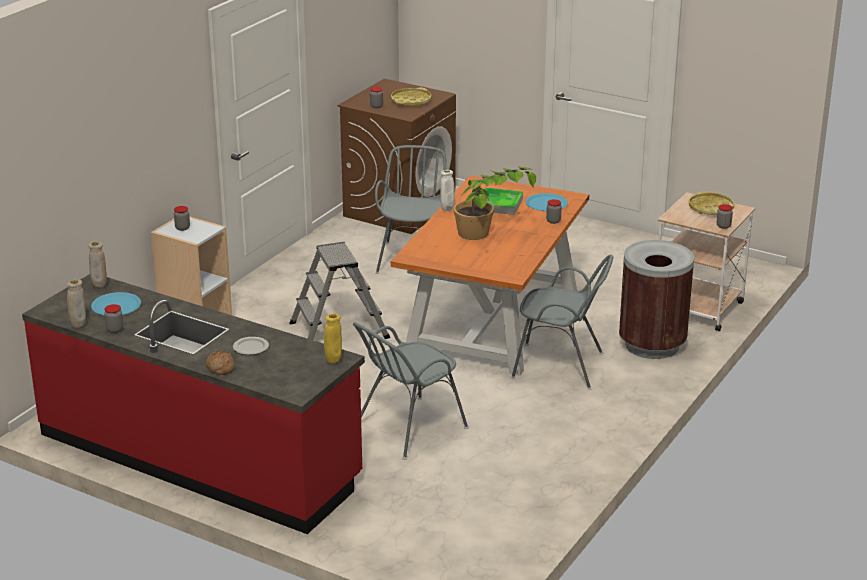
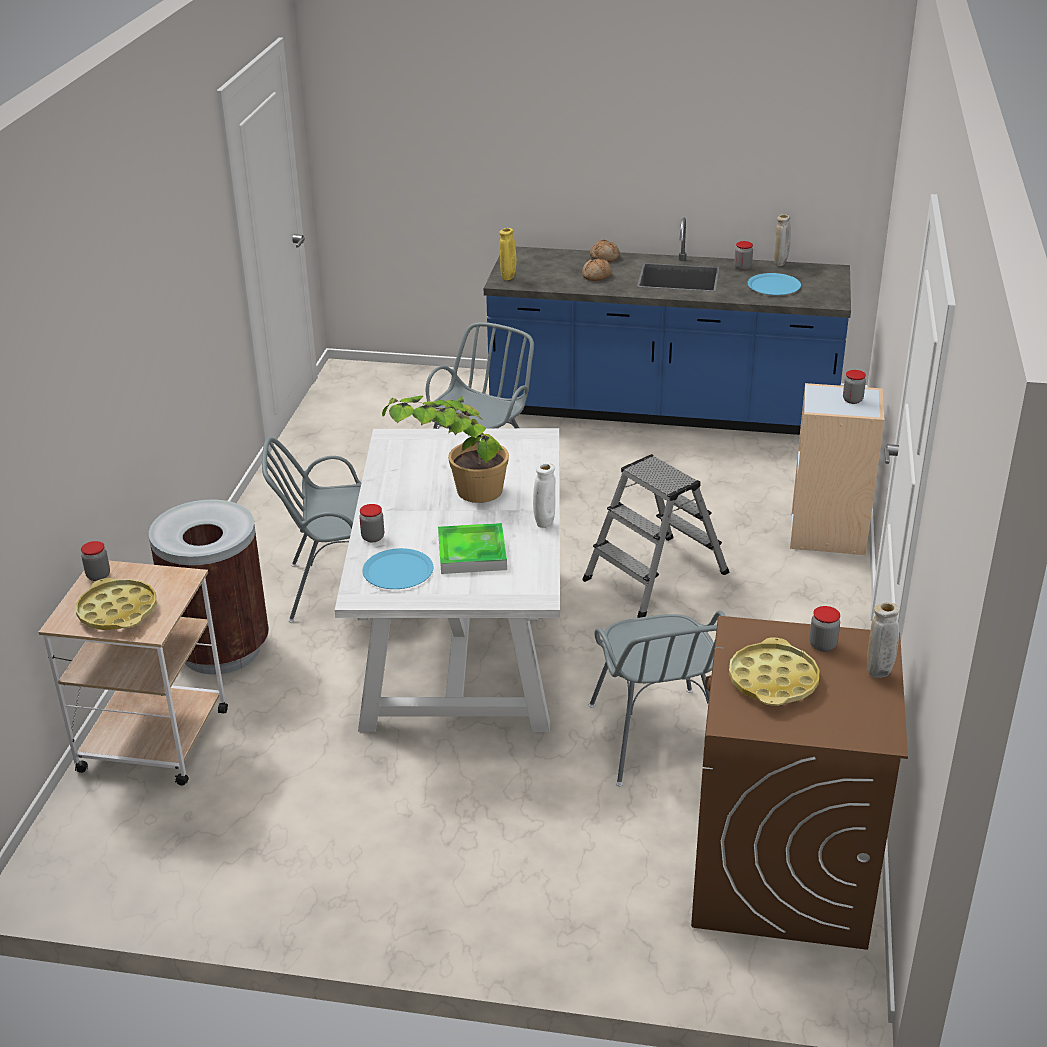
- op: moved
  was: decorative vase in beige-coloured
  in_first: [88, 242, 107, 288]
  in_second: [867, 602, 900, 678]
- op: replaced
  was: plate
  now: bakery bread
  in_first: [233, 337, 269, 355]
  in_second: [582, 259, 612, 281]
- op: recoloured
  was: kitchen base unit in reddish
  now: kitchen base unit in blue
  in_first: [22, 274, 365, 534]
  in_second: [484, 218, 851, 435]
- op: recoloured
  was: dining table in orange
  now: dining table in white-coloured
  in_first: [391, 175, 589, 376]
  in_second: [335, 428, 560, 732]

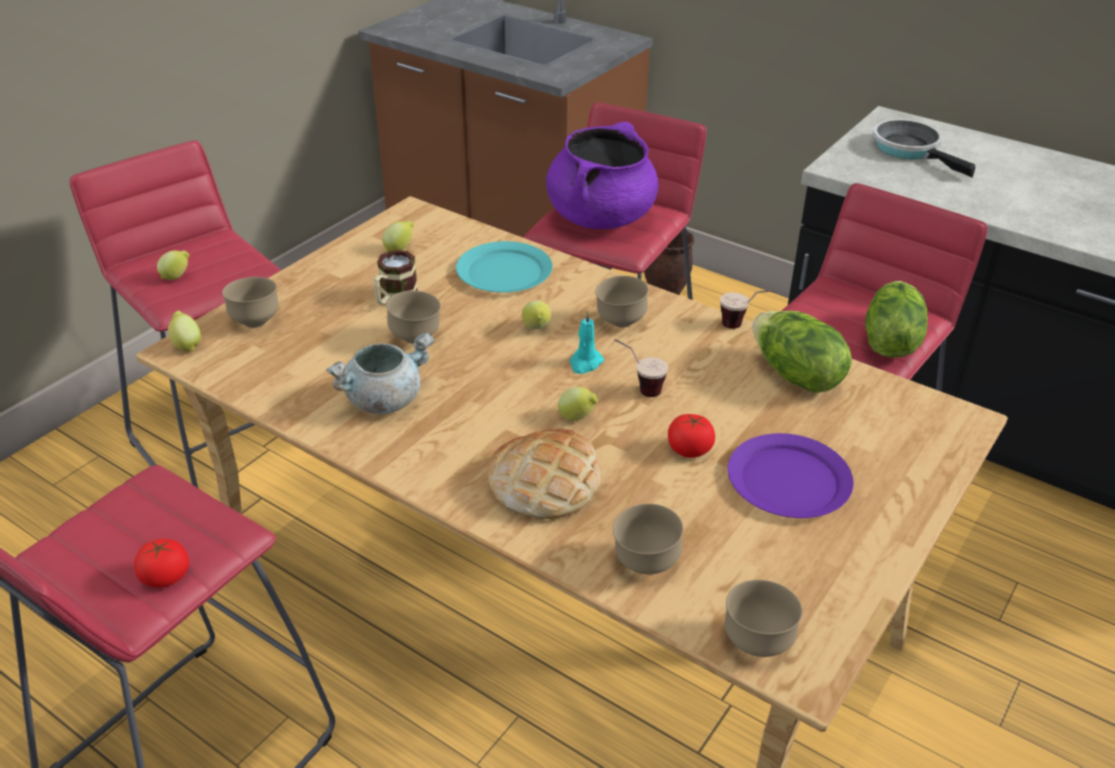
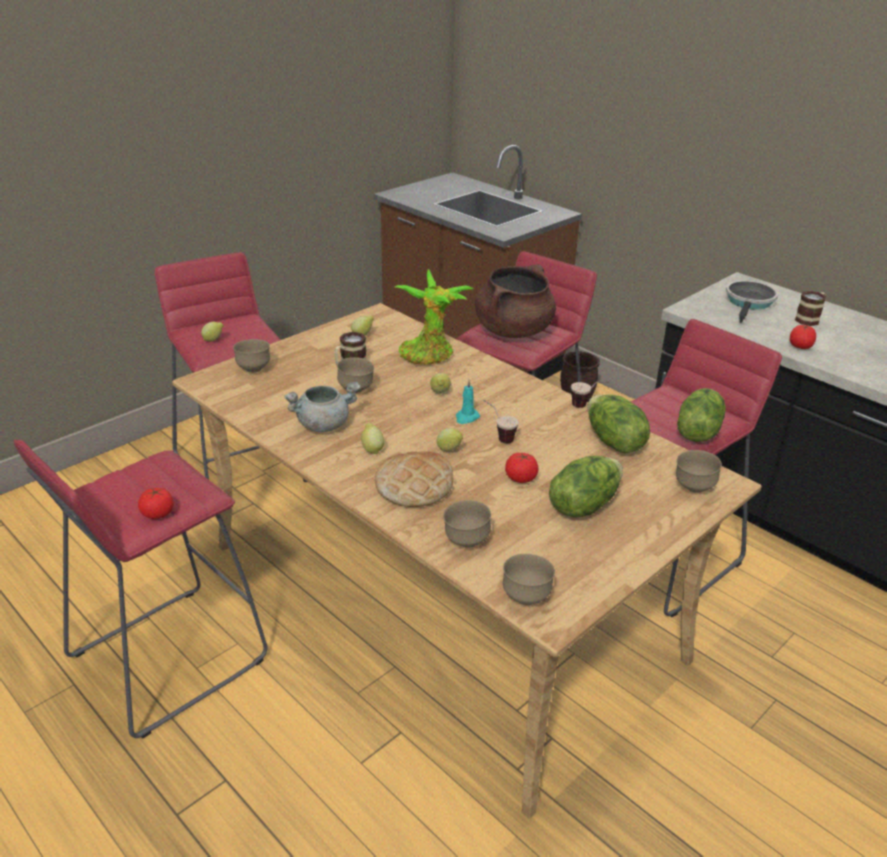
- op: added
  now: fresh tomato
  in_second: [790, 325, 816, 349]
- op: added
  now: tea mug
  in_second: [795, 291, 826, 326]
- op: moved
  was: citrus fruit
  in_first: [168, 311, 201, 351]
  in_second: [361, 423, 384, 454]
- op: moved
  was: deep dish in brown-coloured
  in_first: [595, 276, 648, 328]
  in_second: [676, 450, 722, 493]
- op: replaced
  was: plate in turquoise
  now: potted plant
  in_first: [456, 241, 553, 292]
  in_second: [395, 269, 474, 365]
- op: replaced
  was: plate in purple-coloured
  now: lettuce
  in_first: [728, 433, 854, 518]
  in_second: [549, 456, 623, 518]
- op: recoloured
  was: stockpot in purple-coloured
  now: stockpot in brown-coloured
  in_first: [546, 122, 659, 229]
  in_second: [475, 265, 556, 338]
- op: turned
  was: frying pan
  in_first: [873, 119, 976, 178]
  in_second: [726, 280, 778, 323]
  clockwise: 45

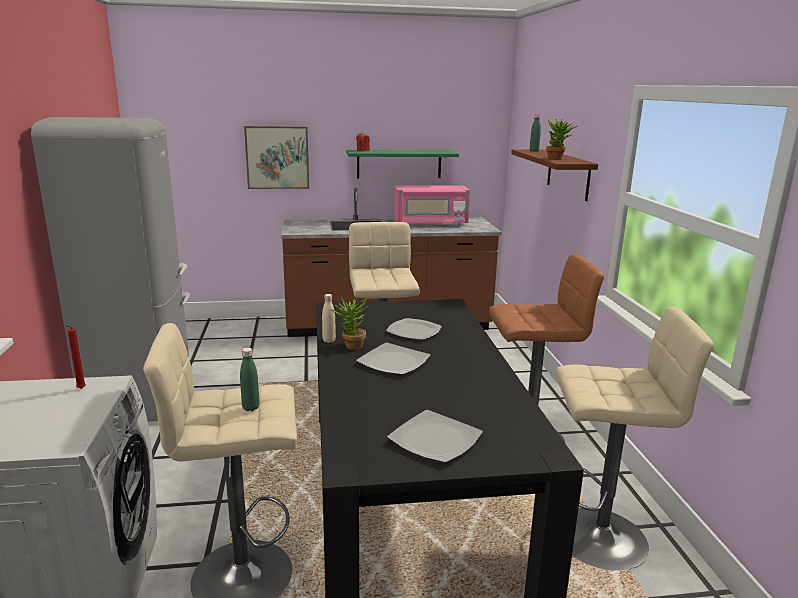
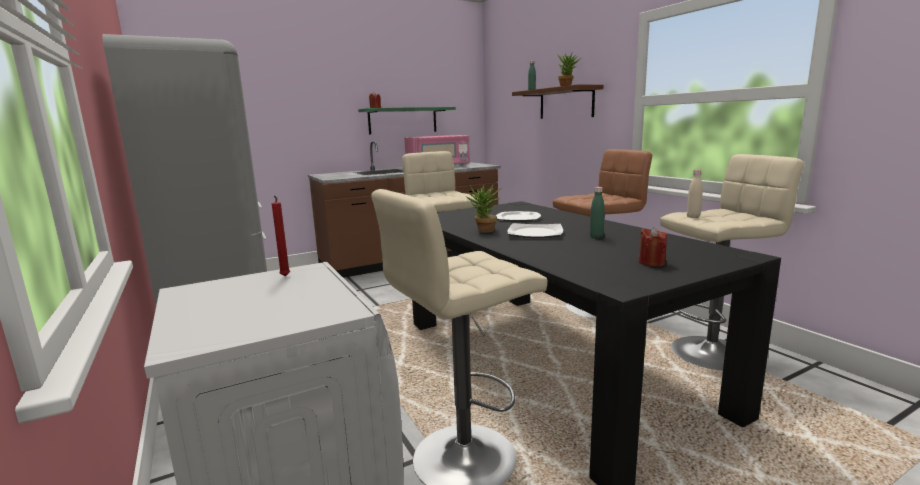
- op: removed
  was: wall art
  in_first: [244, 126, 309, 189]
- op: moved
  was: bottle in greenish
  in_first: [240, 348, 260, 411]
  in_second: [590, 187, 605, 238]
- op: moved
  was: bottle in beige-coloured
  in_first: [322, 294, 336, 343]
  in_second: [687, 170, 703, 218]
- op: replaced
  was: plate
  now: candle in reddish
  in_first: [387, 410, 483, 463]
  in_second: [638, 227, 667, 267]

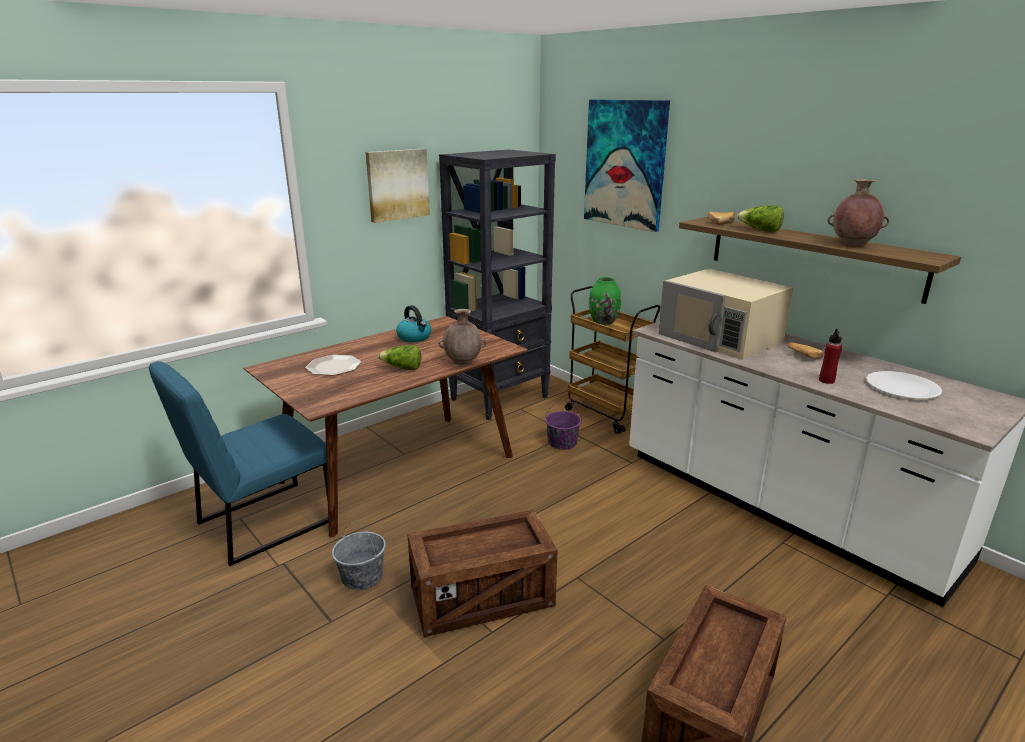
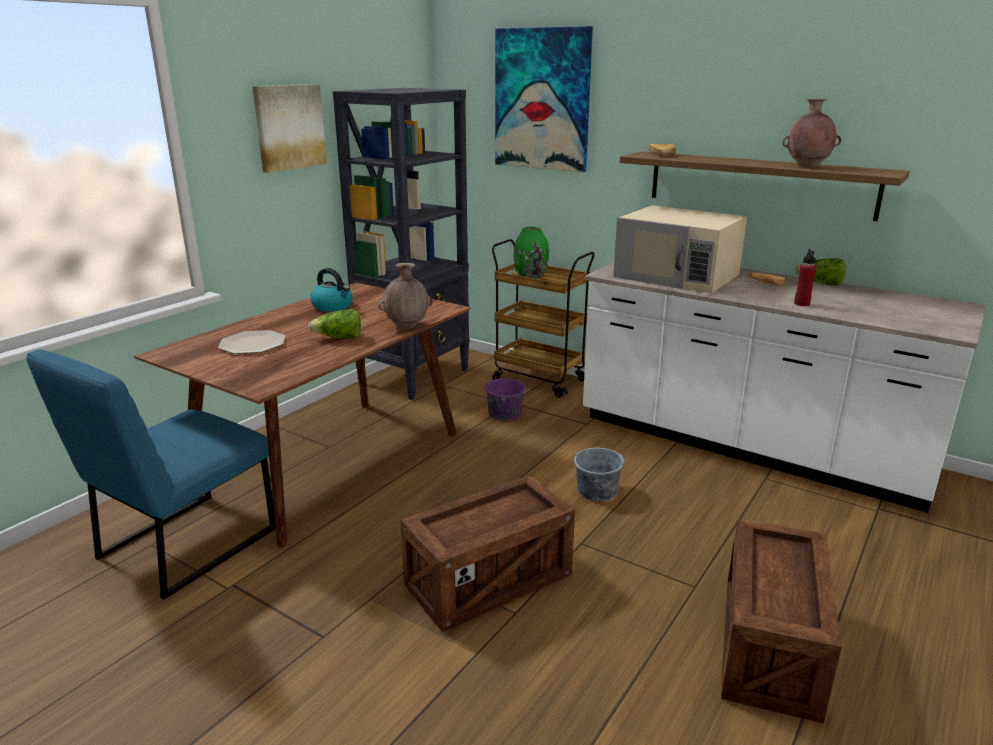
- op: removed
  was: plate in white-coloured
  in_first: [866, 371, 942, 399]
- op: moved
  was: bucket in gray
  in_first: [332, 522, 386, 590]
  in_second: [574, 434, 624, 501]
- op: moved
  was: lettuce
  in_first: [737, 205, 784, 232]
  in_second: [794, 258, 846, 286]

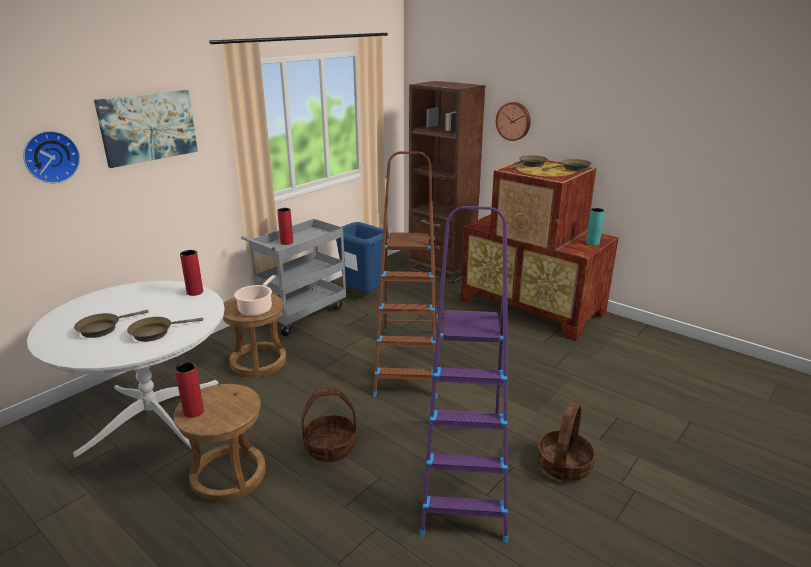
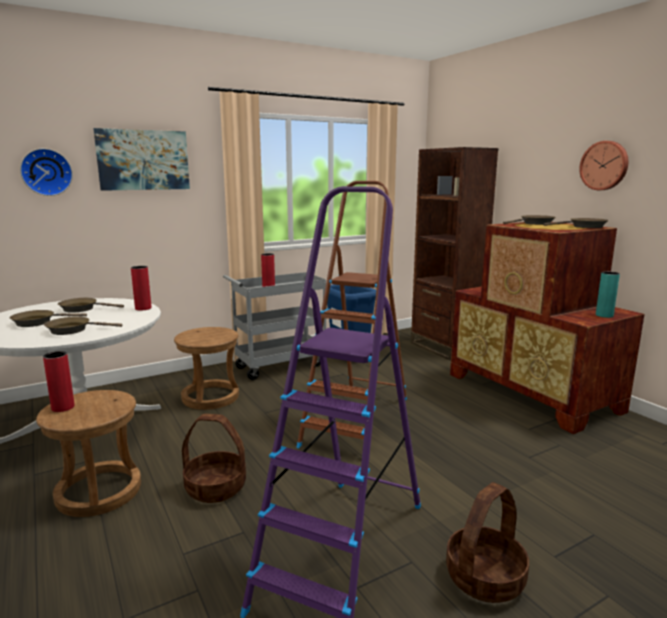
- op: removed
  was: stockpot
  in_first: [234, 275, 276, 316]
- op: added
  now: frying pan in brown-coloured
  in_second: [58, 298, 124, 313]
- op: moved
  was: wall clock
  in_first: [496, 102, 531, 141]
  in_second: [579, 141, 628, 190]

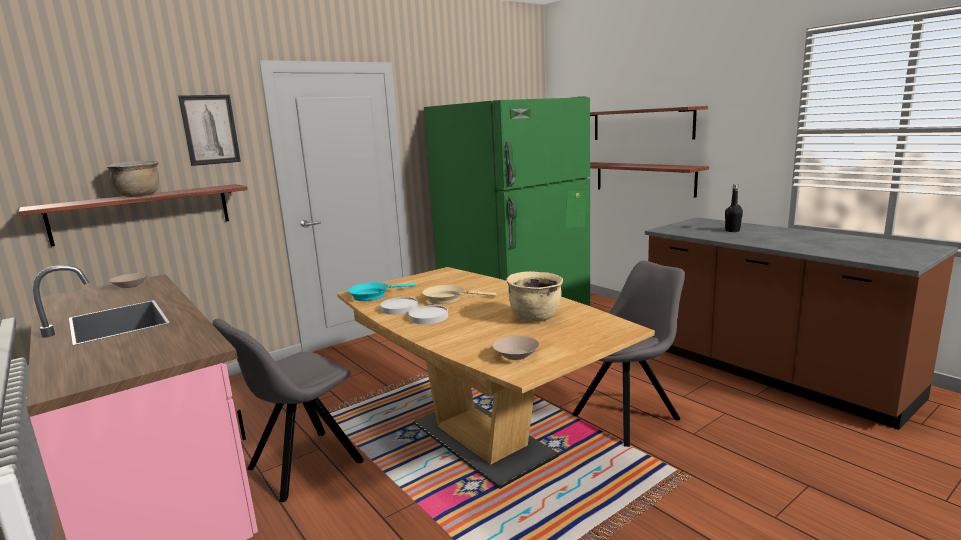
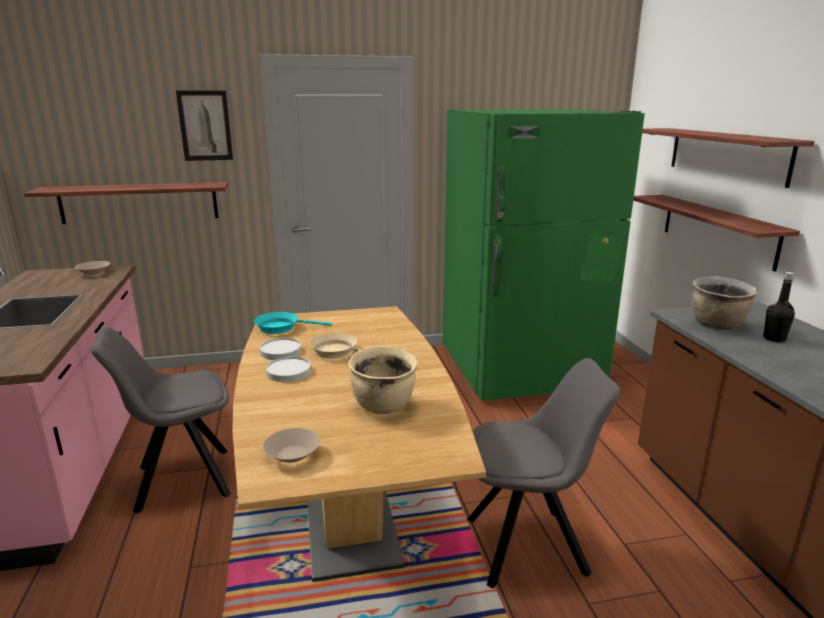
- op: moved
  was: stockpot in brown-coloured
  in_first: [107, 161, 159, 197]
  in_second: [691, 276, 758, 330]

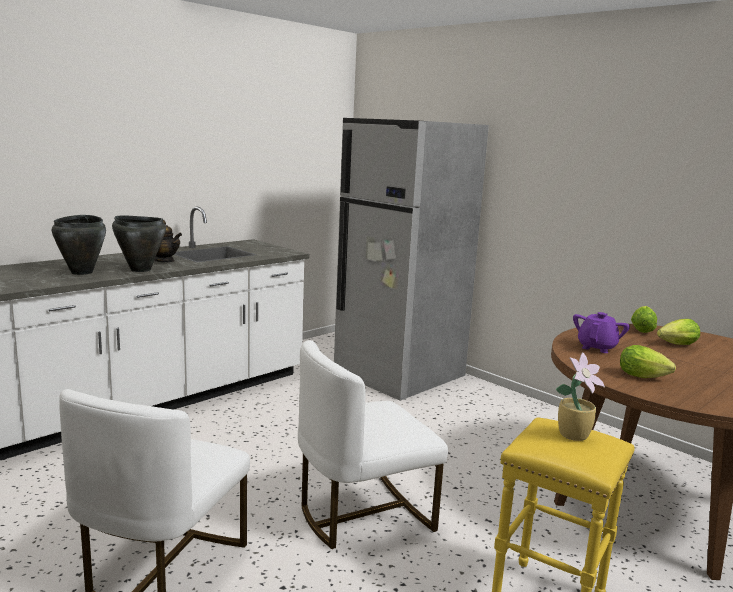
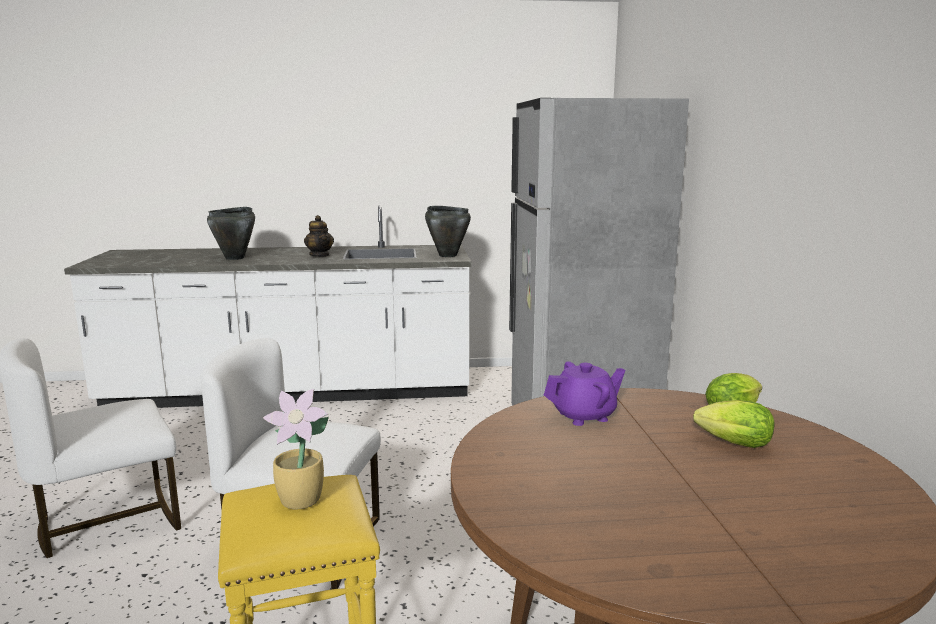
- op: removed
  was: lettuce
  in_first: [620, 345, 676, 378]
- op: moved
  was: stockpot in blackish
  in_first: [112, 215, 166, 272]
  in_second: [425, 206, 471, 257]

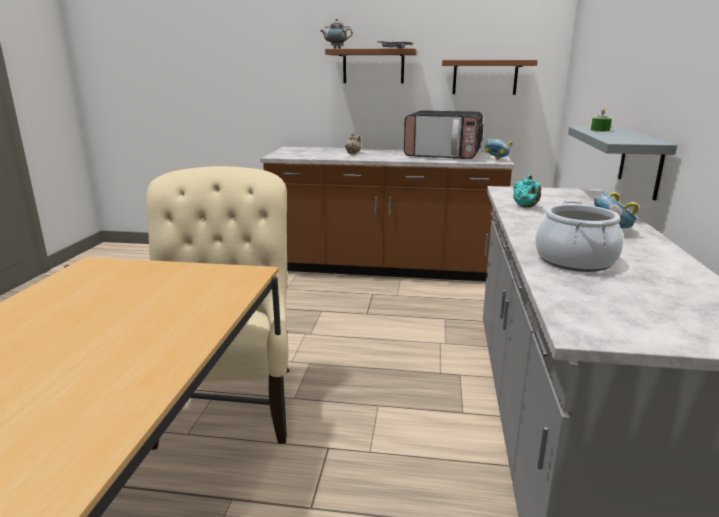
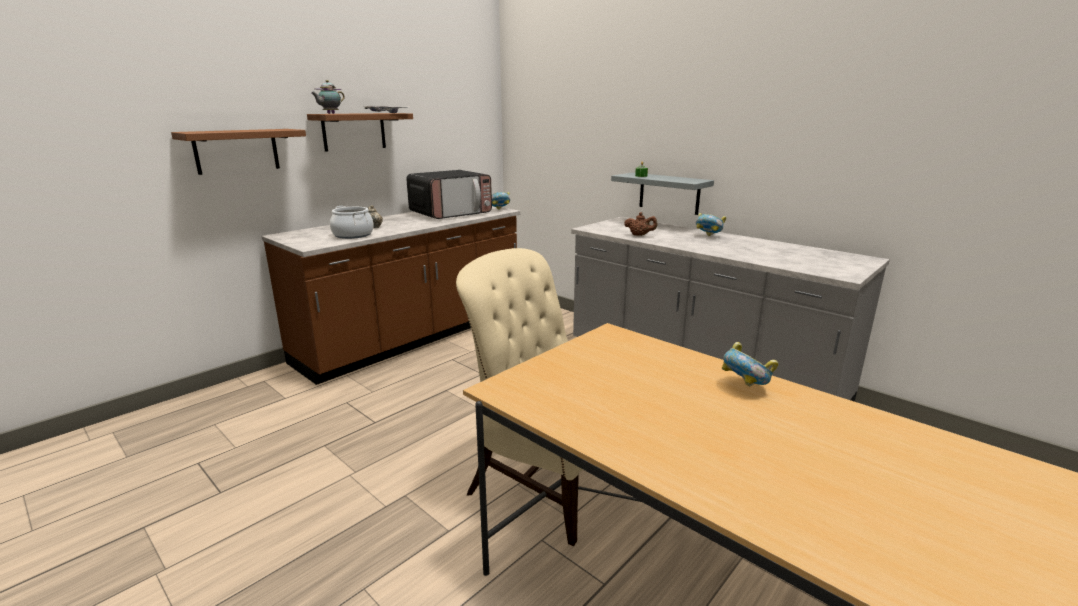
- op: added
  now: deep dish
  in_second: [722, 342, 778, 386]
- op: moved
  was: wall shelf in brown-coloured
  in_first: [442, 60, 538, 95]
  in_second: [171, 129, 306, 175]
- op: moved
  was: stockpot
  in_first: [535, 200, 623, 272]
  in_second: [330, 206, 374, 239]
- op: recoloured
  was: teapot in turquoise
  now: teapot in brown-coloured
  in_first: [513, 175, 541, 208]
  in_second: [624, 212, 658, 236]

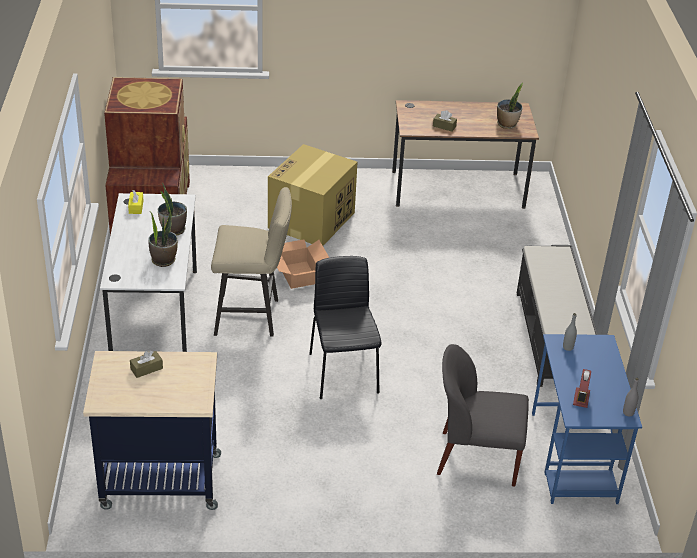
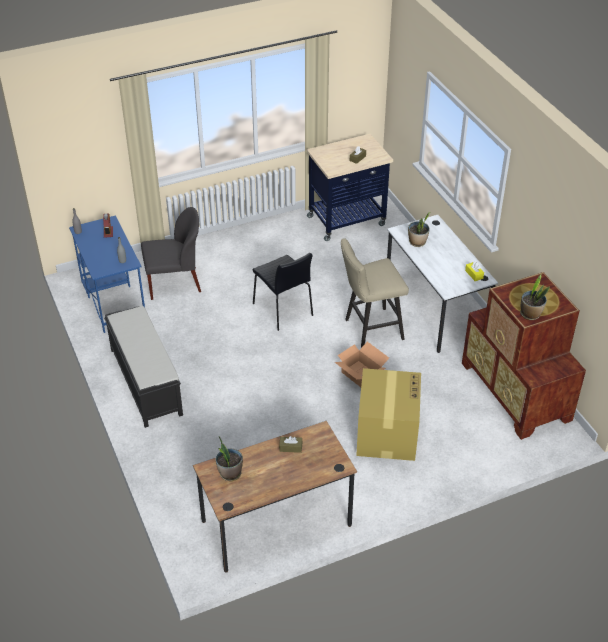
- op: moved
  was: potted plant
  in_first: [158, 182, 187, 236]
  in_second: [520, 274, 550, 320]

